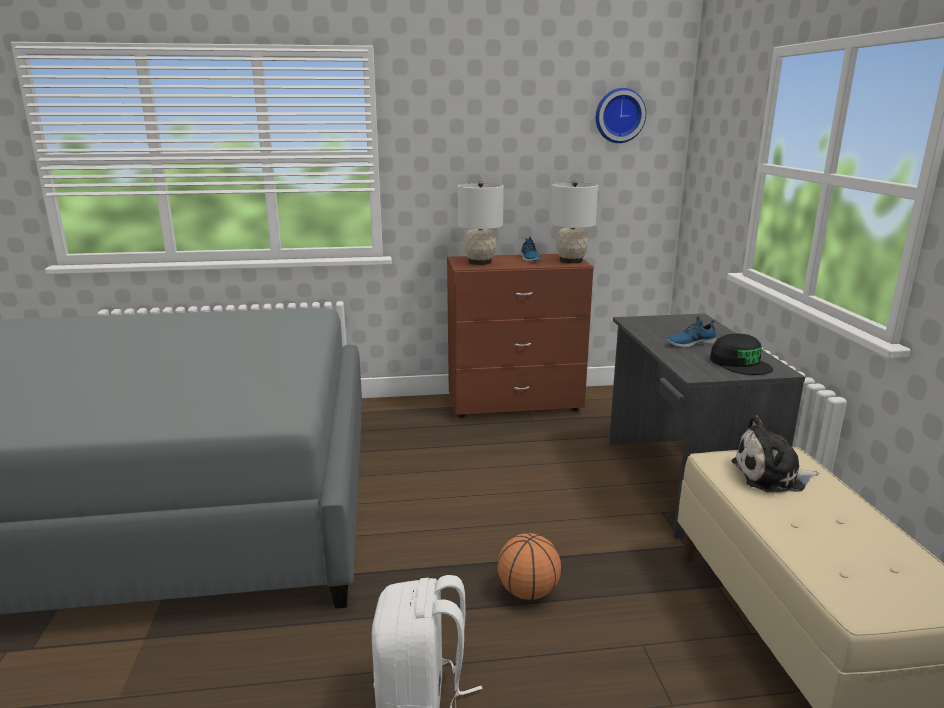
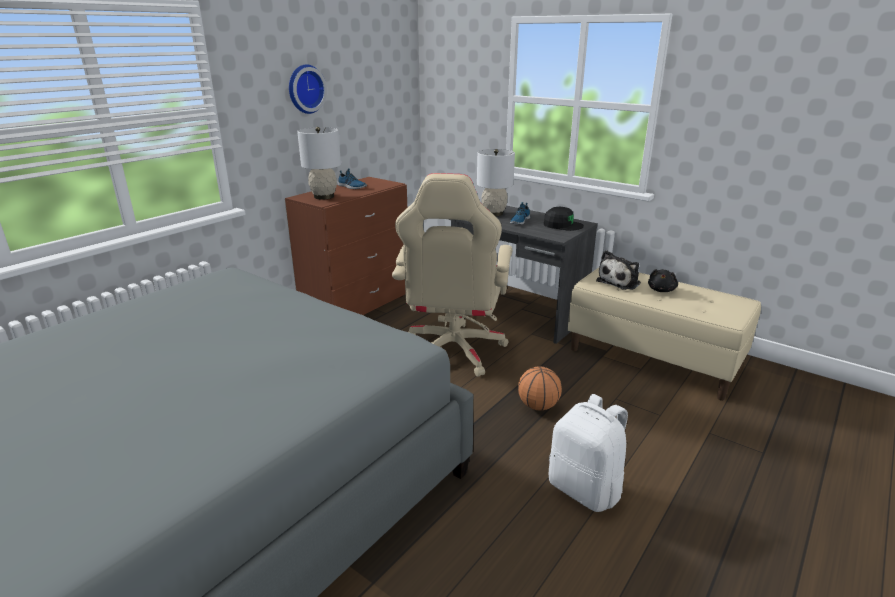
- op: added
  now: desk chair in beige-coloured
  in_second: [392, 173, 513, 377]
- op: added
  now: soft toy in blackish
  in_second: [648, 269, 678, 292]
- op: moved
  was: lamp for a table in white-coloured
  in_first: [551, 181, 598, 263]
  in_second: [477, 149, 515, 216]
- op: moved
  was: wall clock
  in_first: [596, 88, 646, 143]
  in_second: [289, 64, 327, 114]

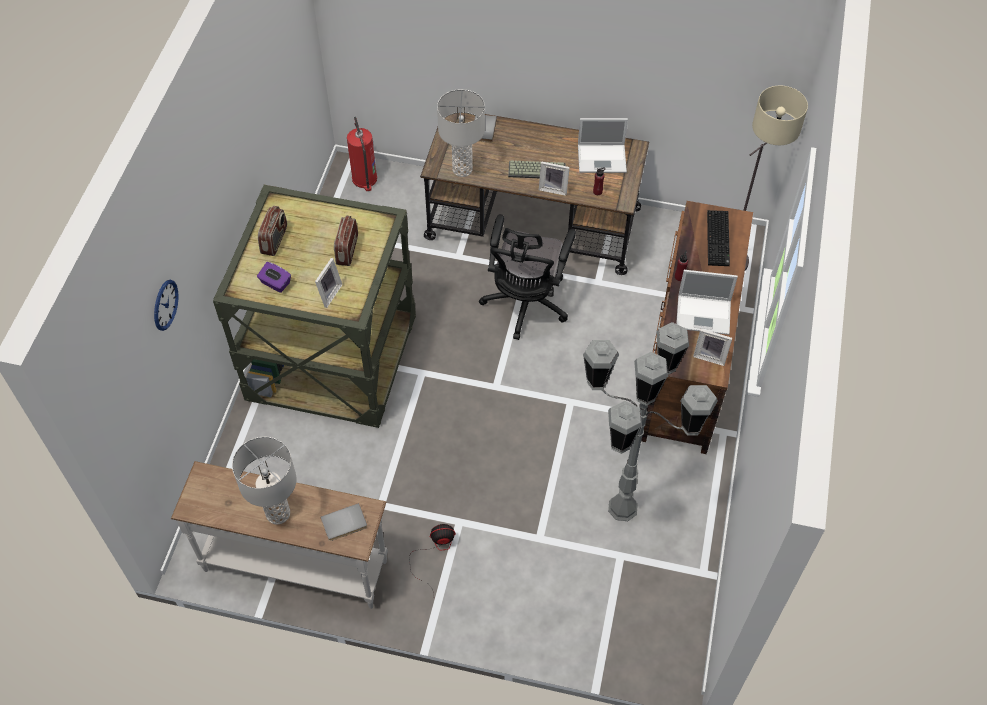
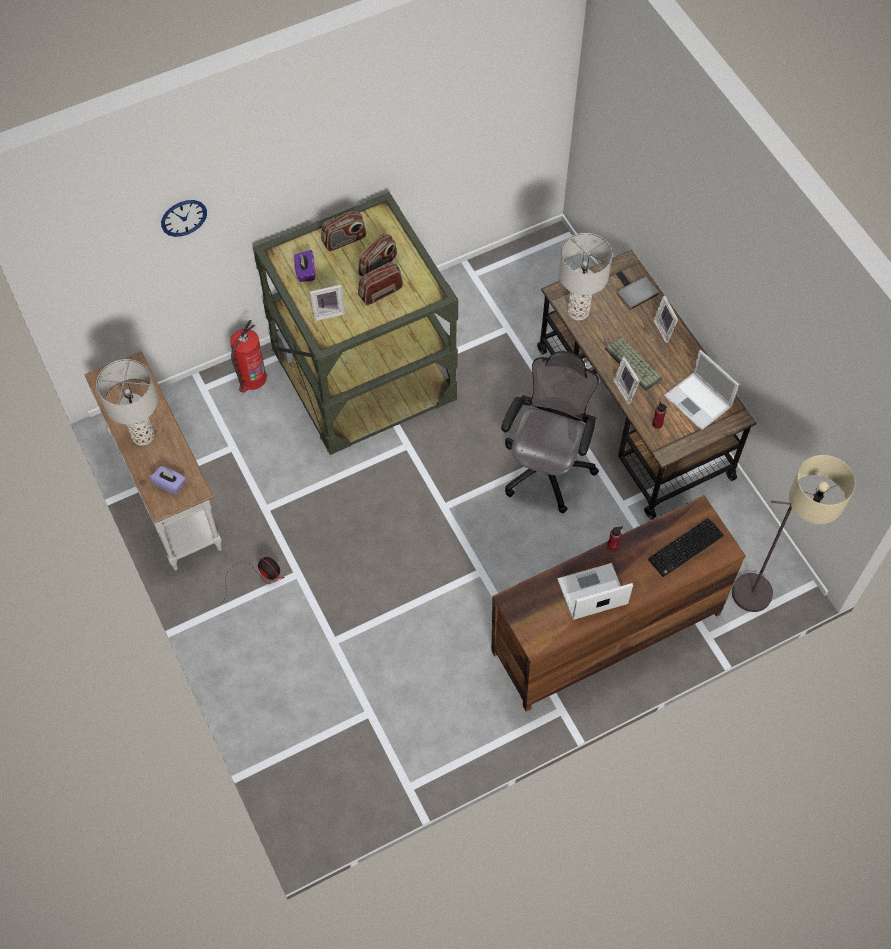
- op: removed
  was: floor lamp in gray
  in_first: [583, 322, 718, 521]
- op: added
  now: radio receiver
  in_second: [358, 234, 397, 276]
- op: moved
  was: extinguisher
  in_first: [347, 117, 377, 191]
  in_second: [230, 320, 267, 393]
- op: moved
  was: photo frame
  in_first: [693, 329, 732, 366]
  in_second: [653, 296, 678, 343]
- op: replaced
  was: volume in gray
  now: box of tissues in purple-coloured
  in_first: [321, 503, 367, 541]
  in_second: [150, 466, 186, 495]
- op: turned
  was: desk chair
  in_first: [479, 214, 576, 340]
  in_second: [501, 351, 599, 513]
  clockwise: 135
- op: turned
  was: notebook computer
  in_first: [676, 270, 738, 335]
  in_second: [558, 563, 633, 620]
  clockwise: 105

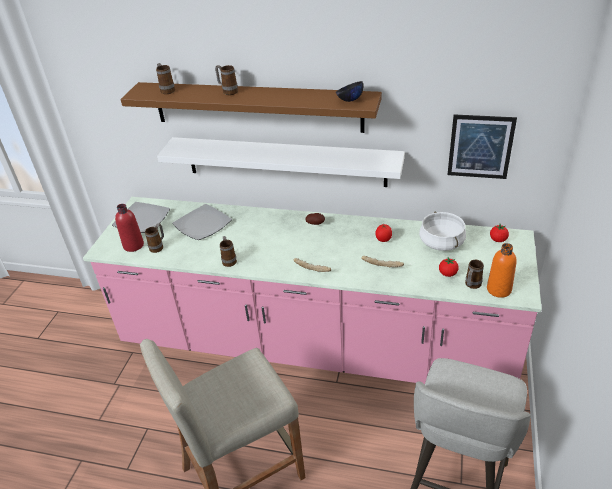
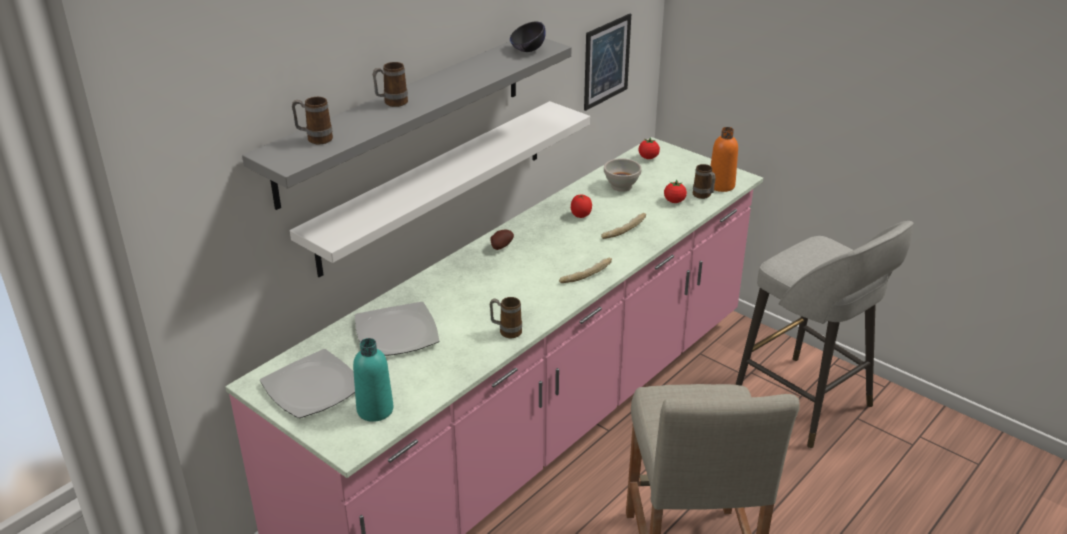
- op: removed
  was: tea mug
  in_first: [145, 223, 164, 253]
- op: replaced
  was: stockpot in white-coloured
  now: deep dish in white-coloured
  in_first: [419, 211, 466, 251]
  in_second: [604, 158, 642, 192]
- op: recoloured
  was: bottle in reddish
  now: bottle in turquoise
  in_first: [115, 204, 144, 252]
  in_second: [353, 338, 394, 422]
- op: recoloured
  was: wall shelf in brown-coloured
  now: wall shelf in gray
  in_first: [121, 82, 382, 133]
  in_second: [242, 38, 572, 210]

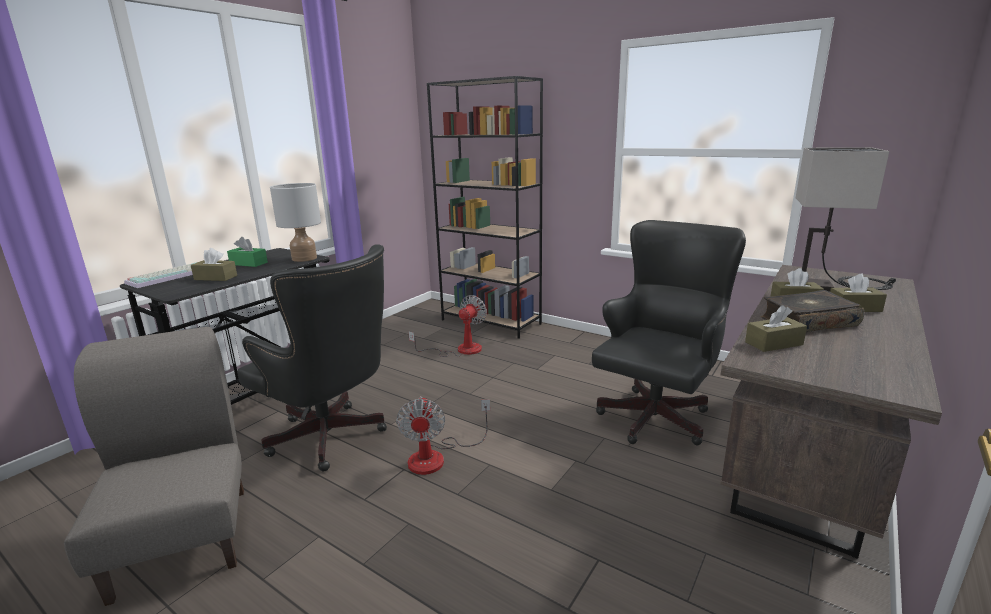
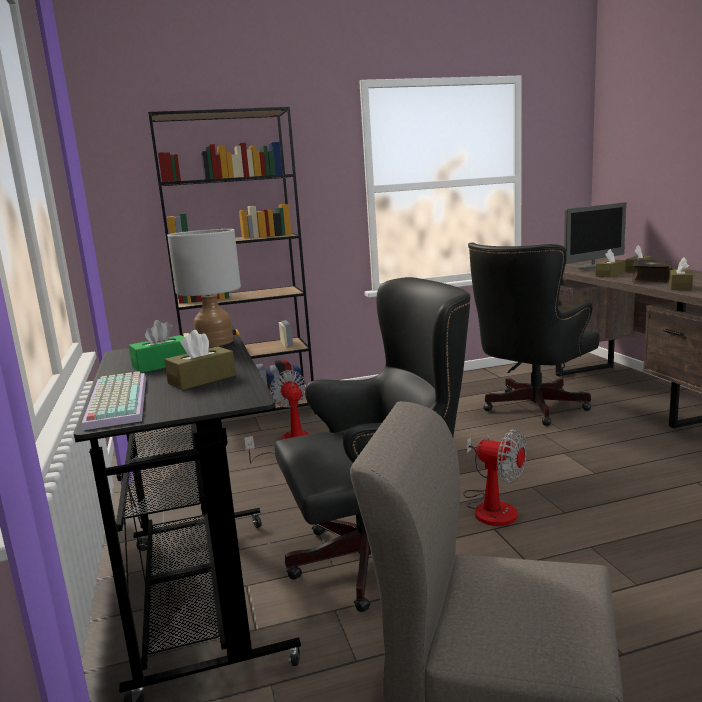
- op: replaced
  was: lamp for a table
  now: computer display
  in_first: [796, 147, 896, 292]
  in_second: [564, 202, 626, 269]
- op: turned
  was: desk chair in blackish
  in_first: [592, 220, 746, 445]
  in_second: [468, 242, 600, 426]
  clockwise: -120

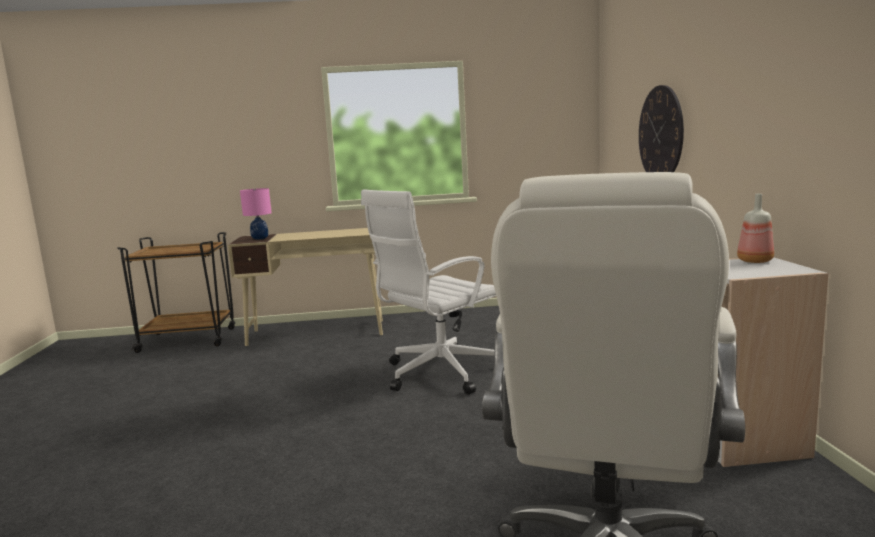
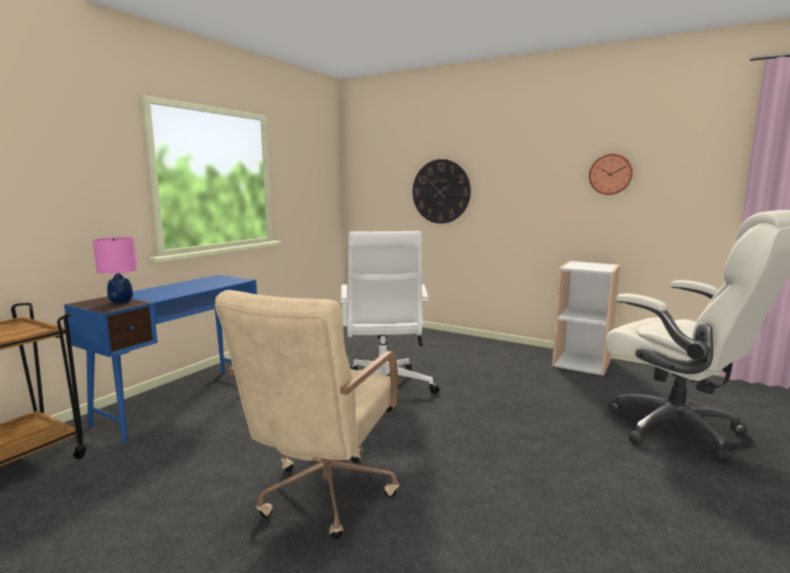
- op: removed
  was: bottle
  in_first: [737, 194, 774, 263]
- op: added
  now: desk chair in beige-coloured
  in_second: [215, 290, 399, 538]
- op: added
  now: wall clock
  in_second: [589, 154, 633, 195]
- op: recoloured
  was: desk in beige-coloured
  now: desk in blue
  in_first: [228, 228, 383, 346]
  in_second: [64, 275, 257, 443]

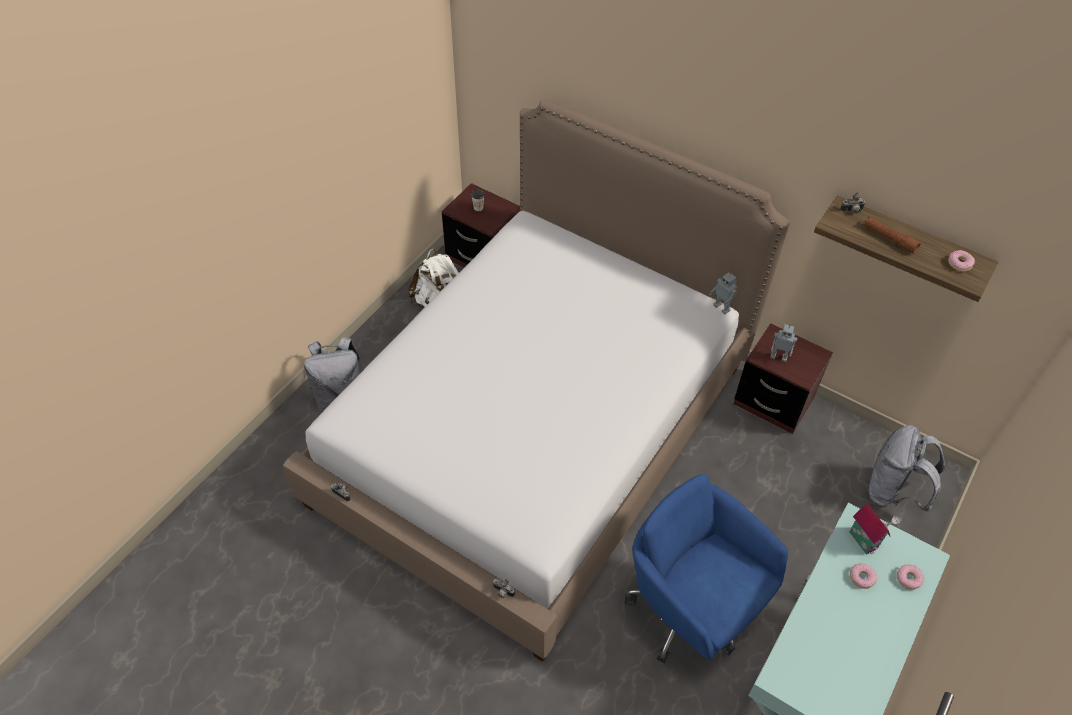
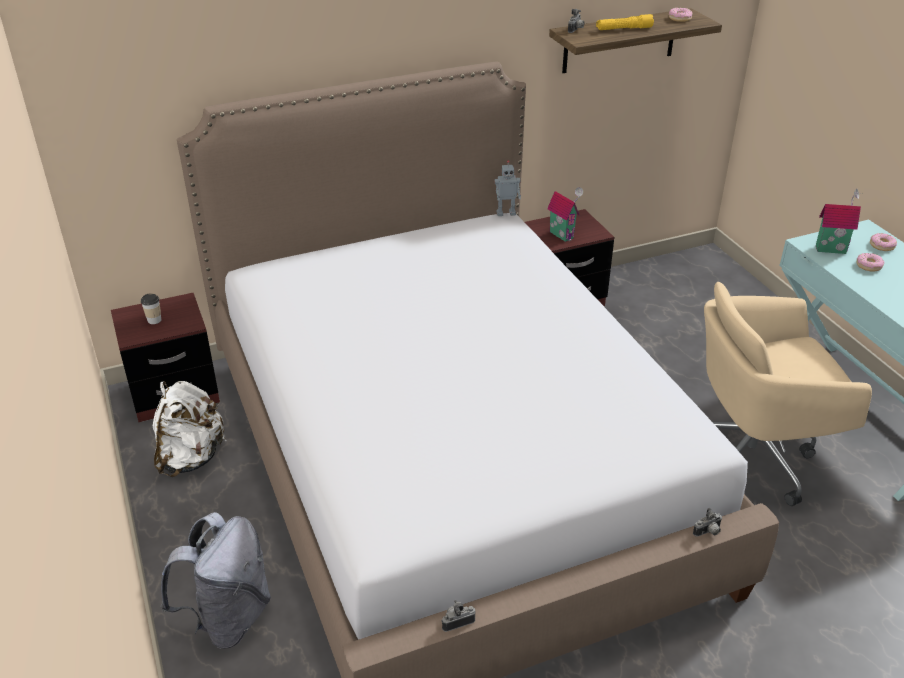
- op: removed
  was: backpack in gray
  in_first: [869, 425, 945, 512]
- op: replaced
  was: model robot
  now: toy house
  in_first: [770, 324, 797, 362]
  in_second: [547, 187, 583, 242]
- op: recoloured
  was: desk chair in blue
  now: desk chair in beige-coloured
  in_first: [625, 474, 788, 663]
  in_second: [704, 282, 872, 506]
- op: recoloured
  was: hand torch in brown-coloured
  now: hand torch in yellow-coloured
  in_first: [863, 217, 921, 254]
  in_second: [596, 14, 654, 30]

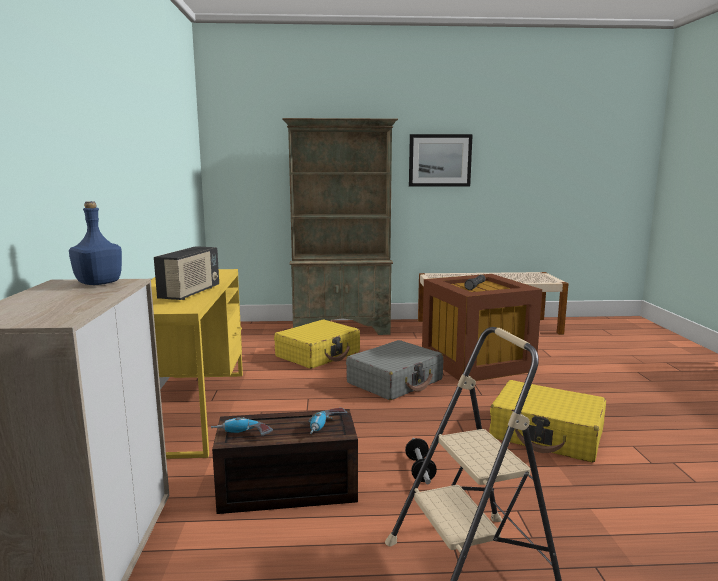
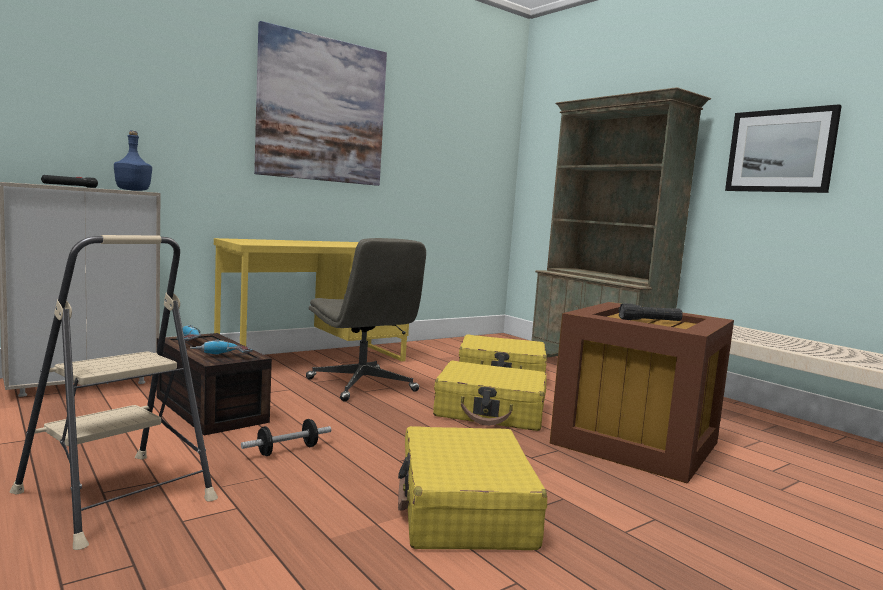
- op: removed
  was: radio receiver
  in_first: [154, 246, 219, 300]
- op: added
  now: hand torch in blackish
  in_second: [41, 175, 98, 188]
- op: added
  now: wall art
  in_second: [254, 21, 387, 186]
- op: added
  now: desk chair in gray
  in_second: [306, 238, 426, 401]
- op: recoloured
  was: piece of luggage in gray
  now: piece of luggage in yellow-coloured
  in_first: [346, 340, 443, 400]
  in_second: [433, 360, 547, 431]

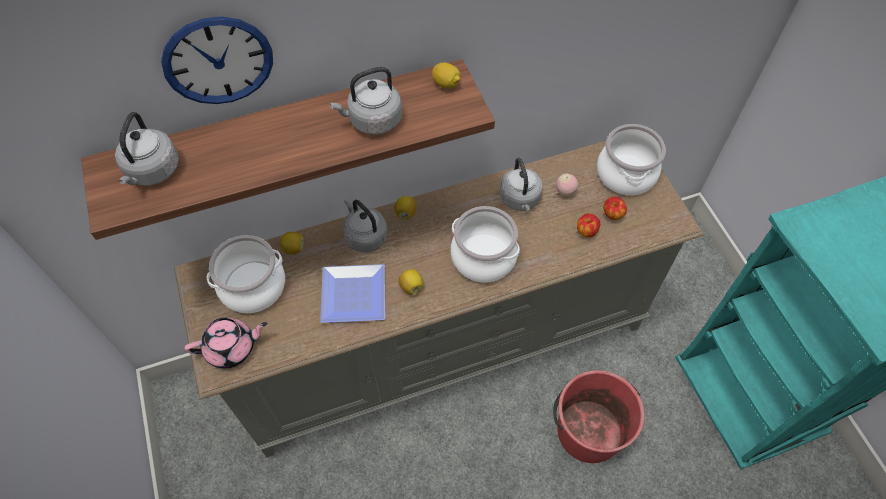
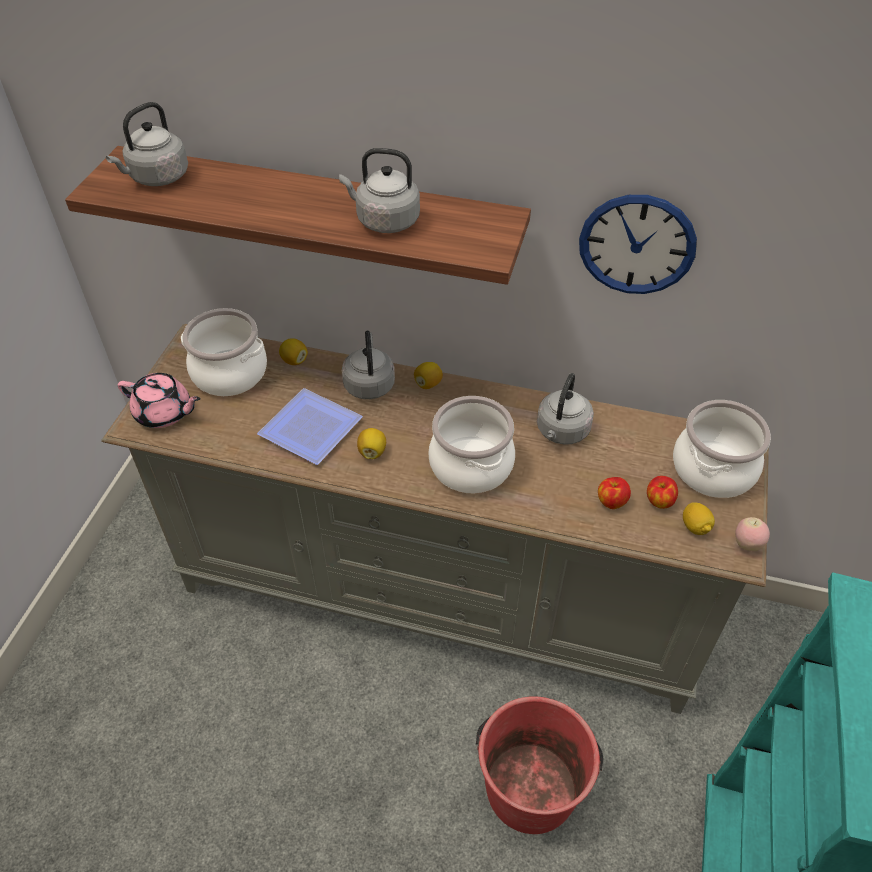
- op: moved
  was: wall clock
  in_first: [161, 17, 273, 104]
  in_second: [579, 195, 697, 294]
- op: moved
  was: citrus fruit
  in_first: [432, 63, 460, 89]
  in_second: [683, 502, 715, 535]
- op: moved
  was: apple fruit
  in_first: [556, 174, 578, 197]
  in_second: [735, 517, 770, 551]

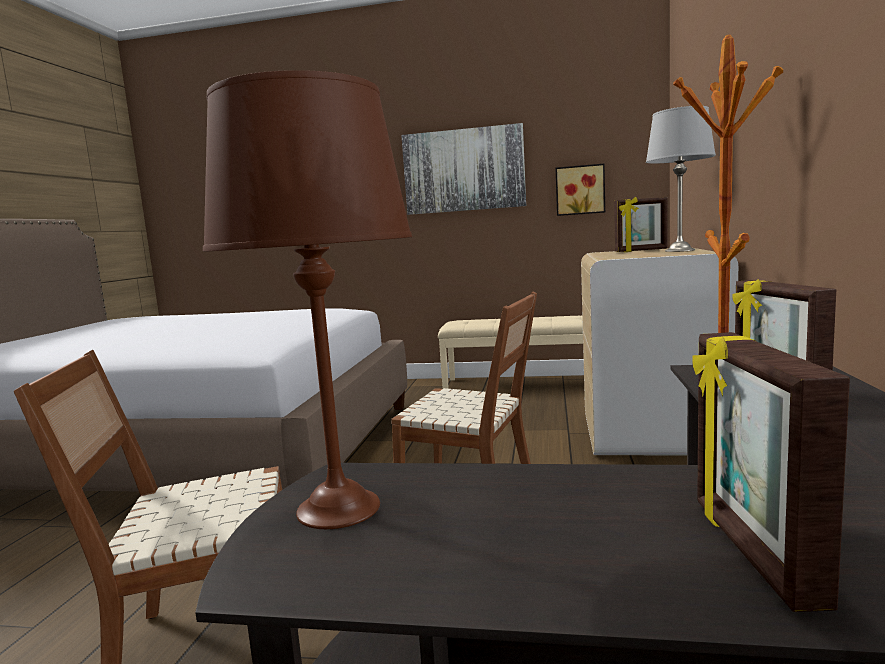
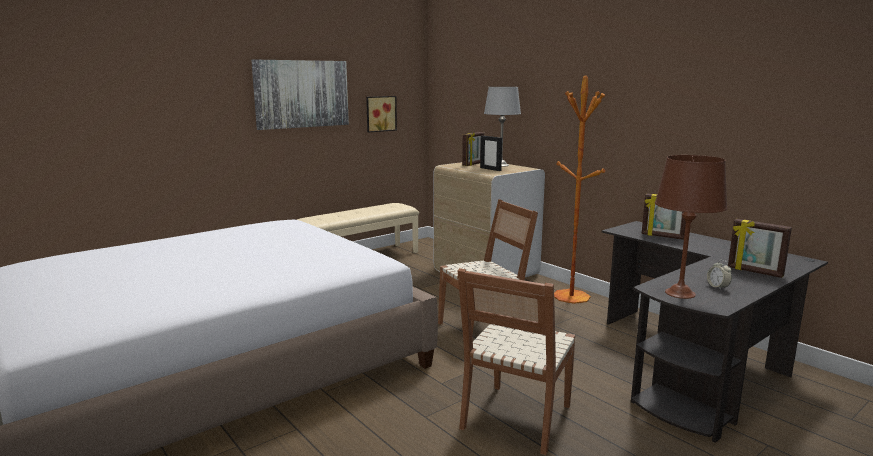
- op: added
  now: photo frame
  in_second: [480, 136, 502, 171]
- op: added
  now: bedside clock
  in_second: [707, 260, 732, 290]

